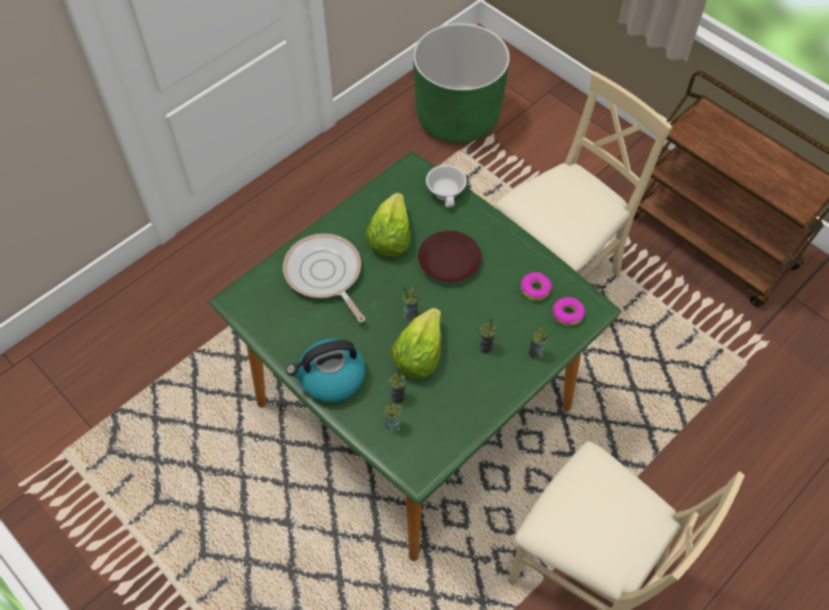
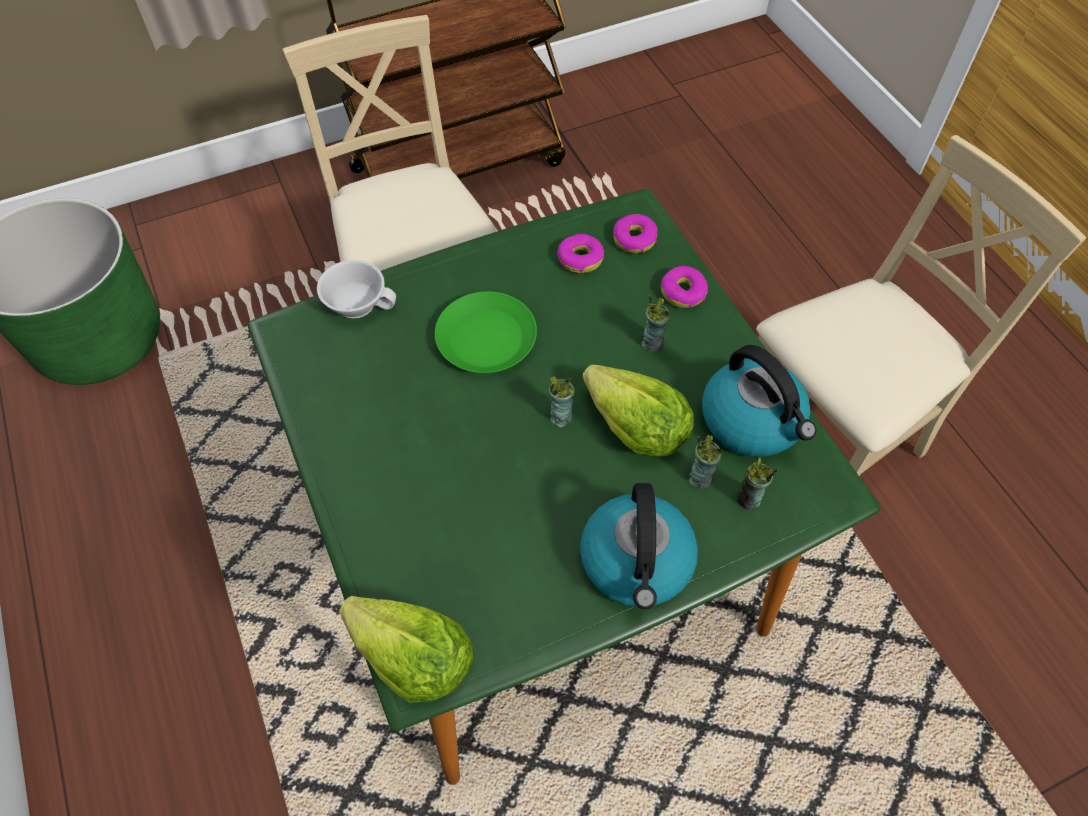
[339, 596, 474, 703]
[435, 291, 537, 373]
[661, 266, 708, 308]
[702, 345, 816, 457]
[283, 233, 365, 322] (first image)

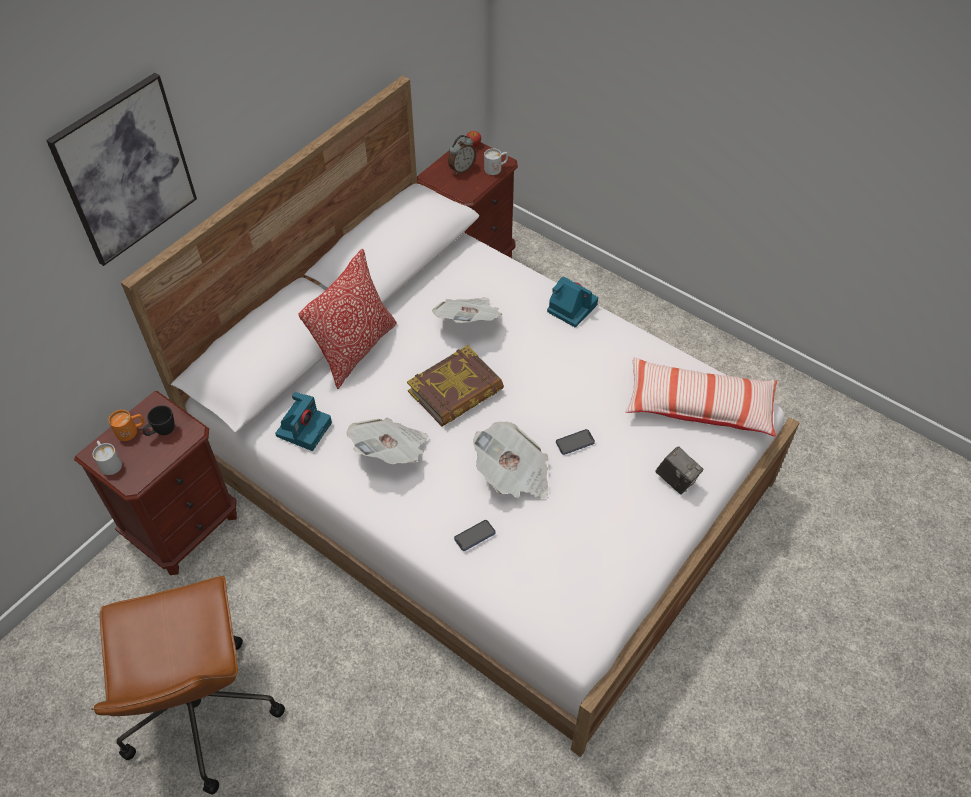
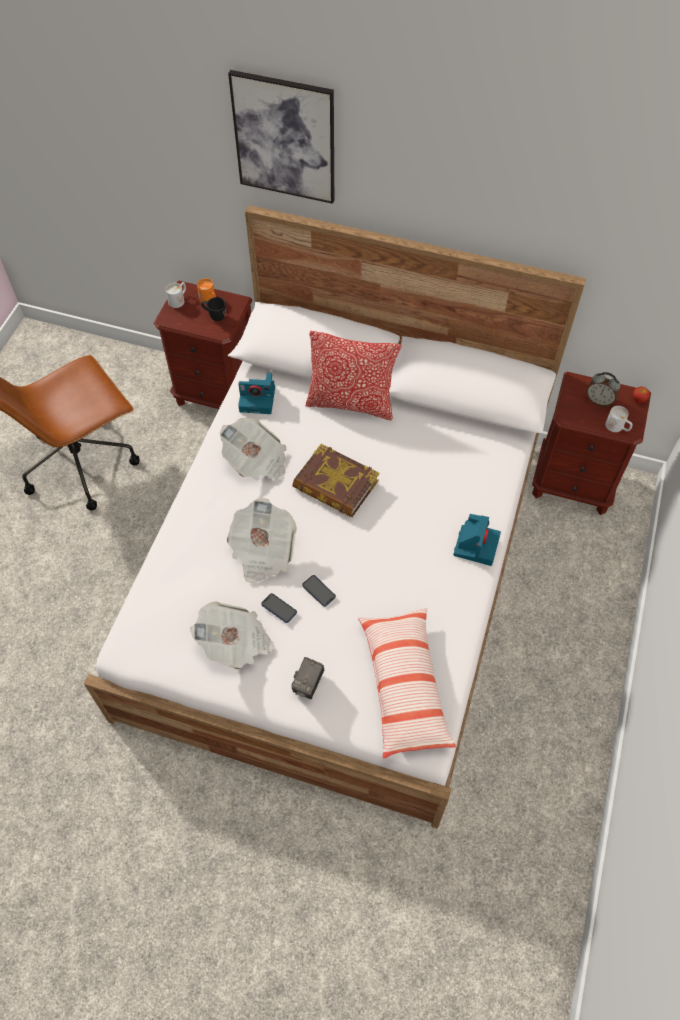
[190, 601, 275, 669]
[261, 593, 297, 623]

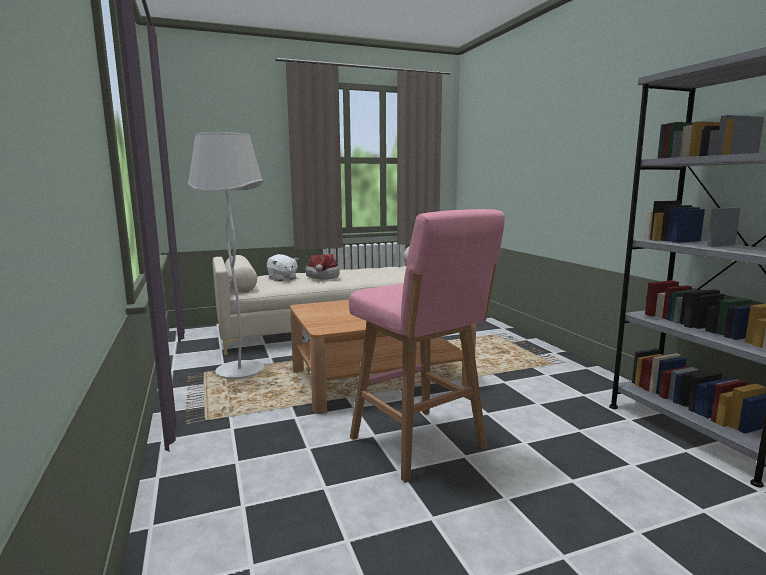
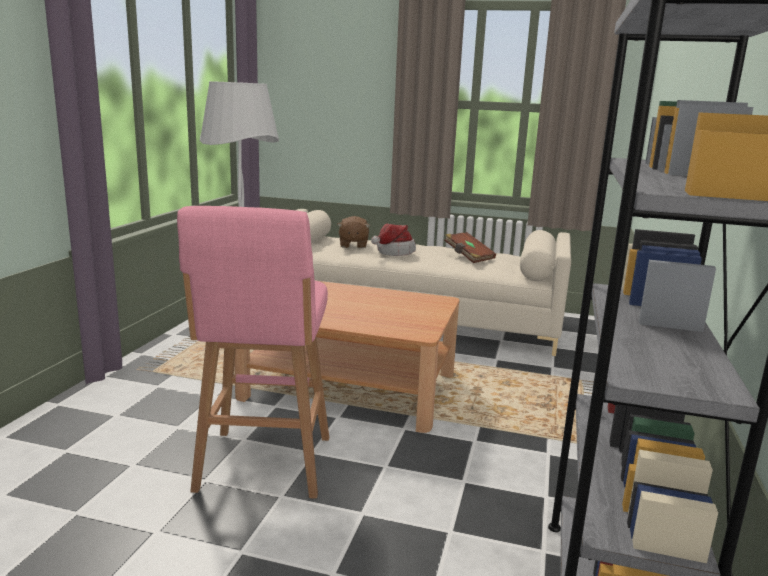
[337, 216, 371, 248]
[444, 232, 496, 263]

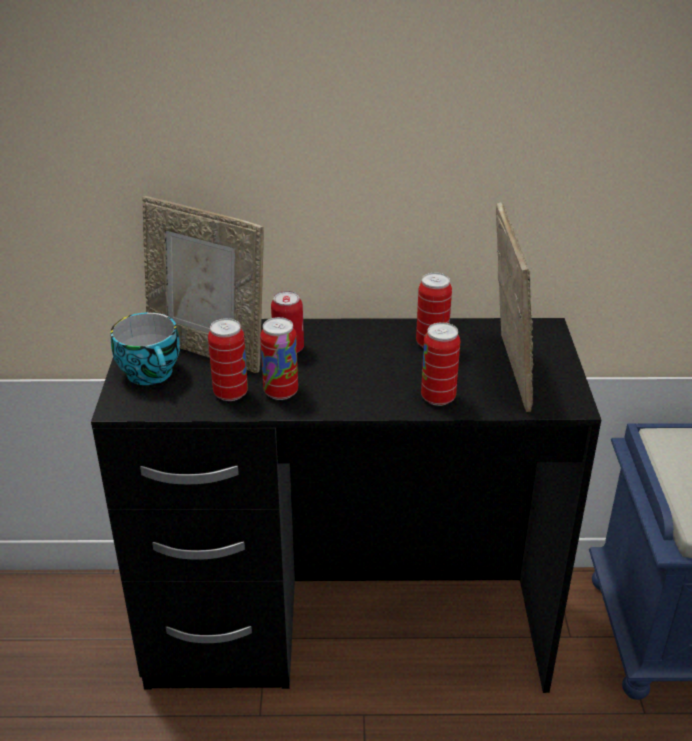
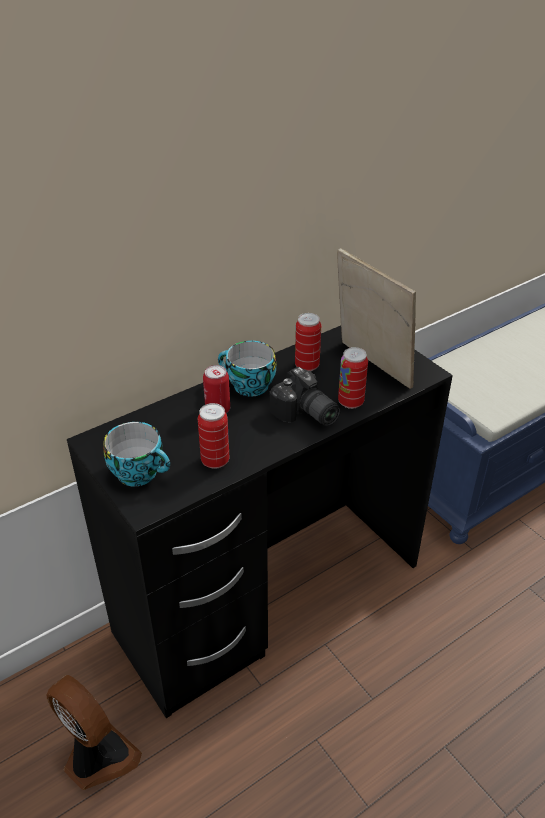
[47, 675, 142, 790]
[218, 341, 276, 396]
[270, 367, 341, 426]
[142, 196, 264, 373] (first image)
[260, 317, 298, 400] (first image)

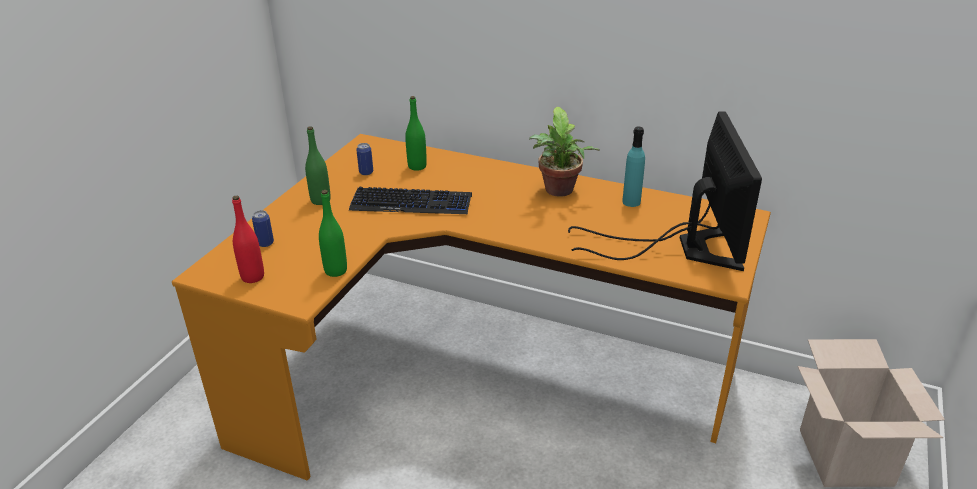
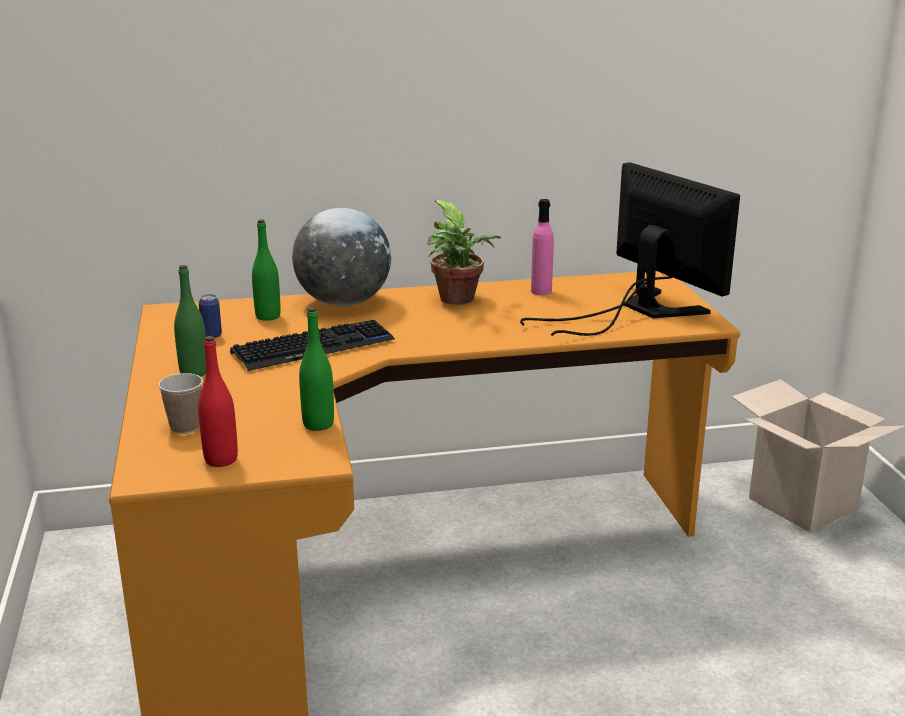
[158, 373, 203, 434]
[292, 208, 391, 307]
[531, 199, 554, 295]

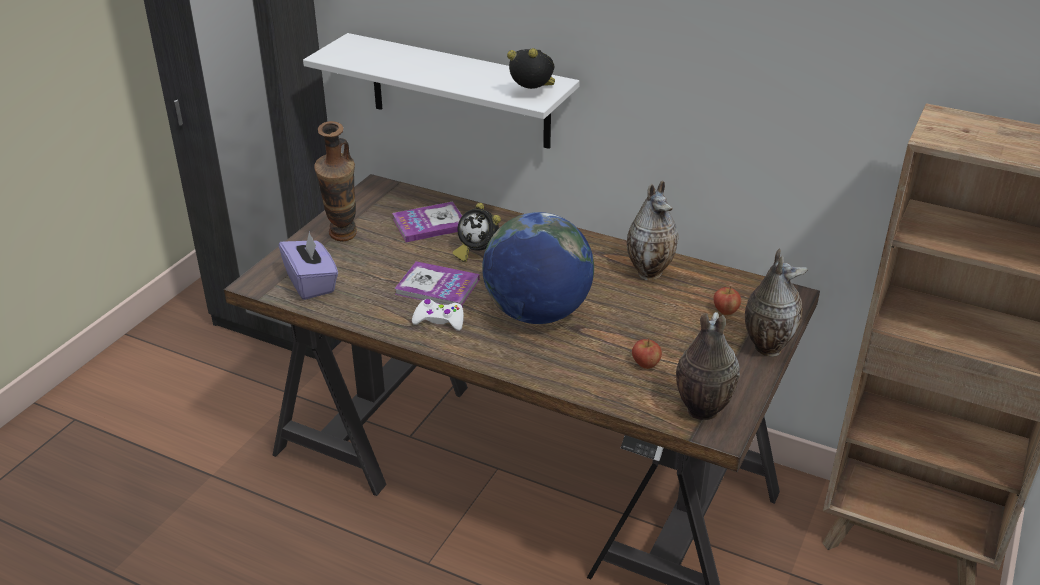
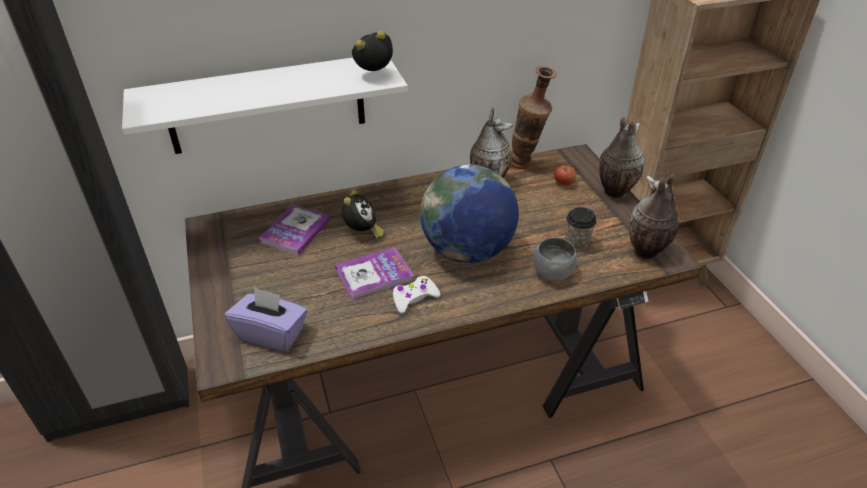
[342, 190, 384, 239]
[511, 66, 557, 169]
[533, 237, 577, 281]
[566, 207, 597, 251]

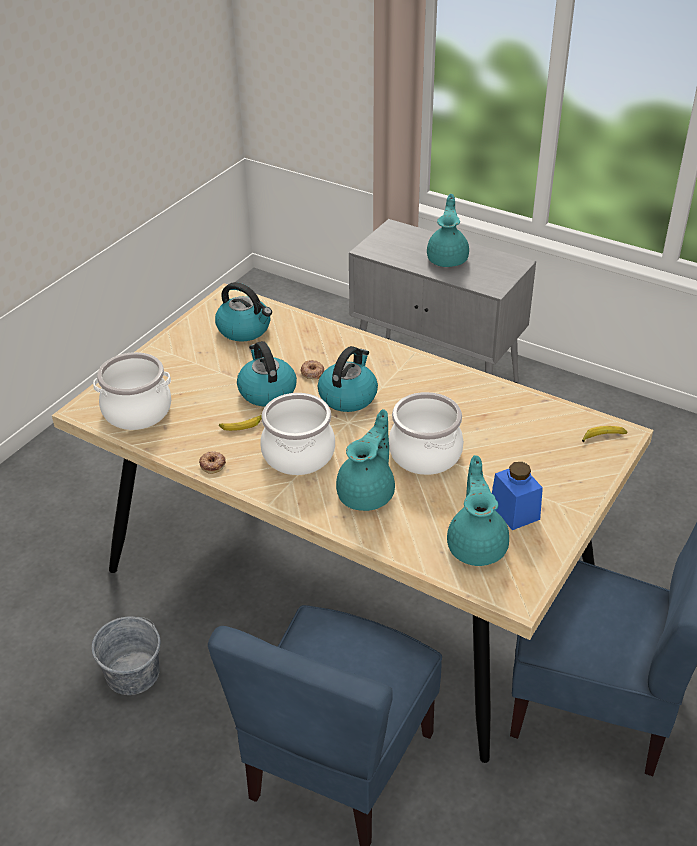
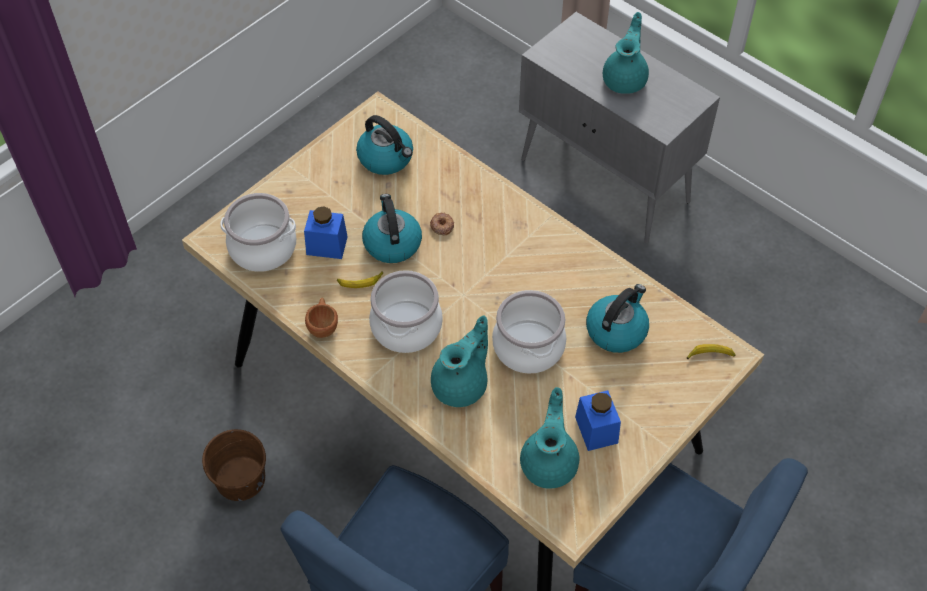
[202, 429, 266, 501]
[304, 206, 348, 259]
[305, 297, 338, 338]
[586, 284, 649, 353]

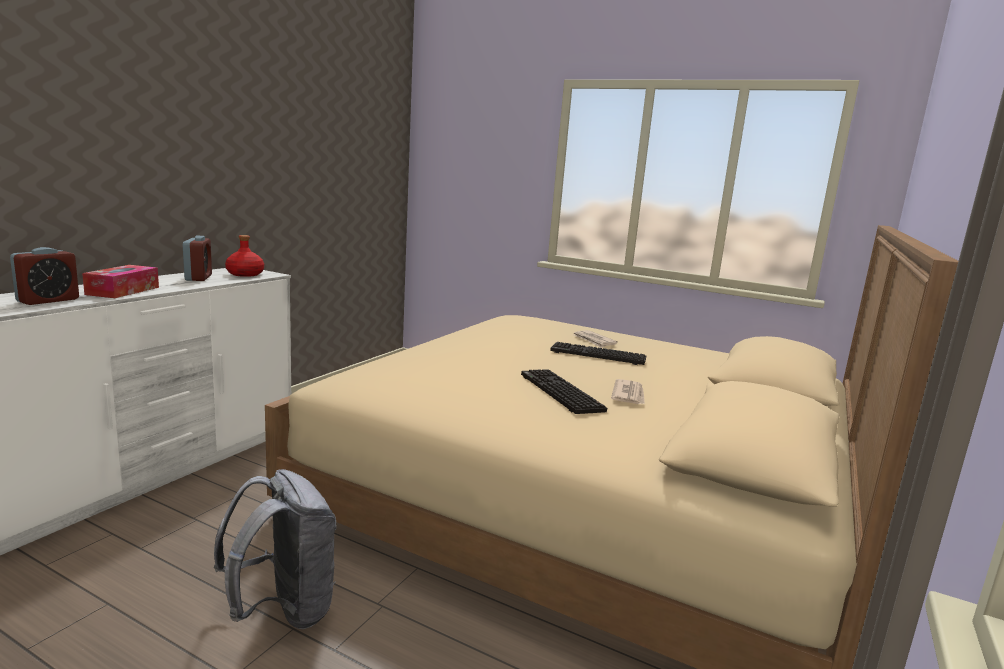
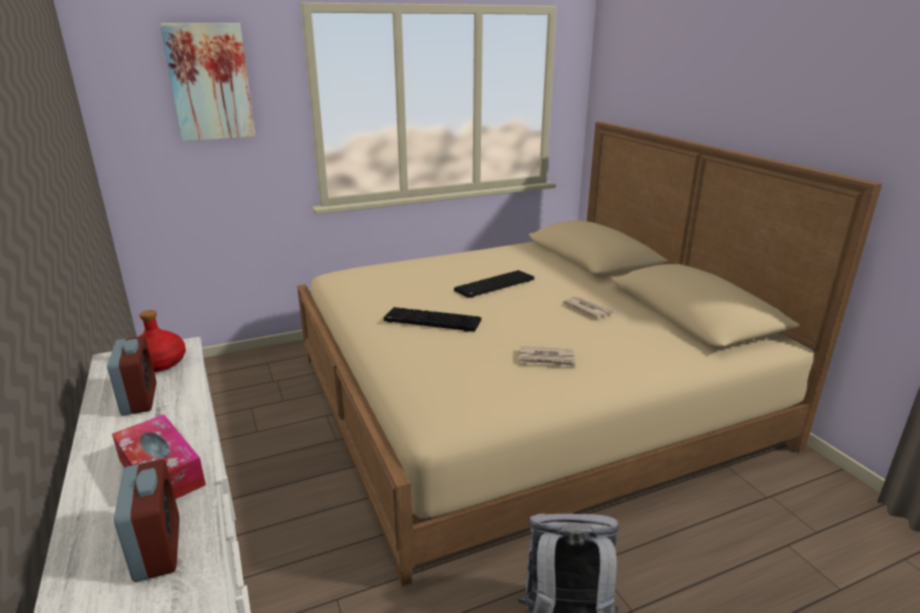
[107, 336, 156, 416]
[160, 23, 255, 142]
[384, 307, 481, 332]
[519, 346, 576, 367]

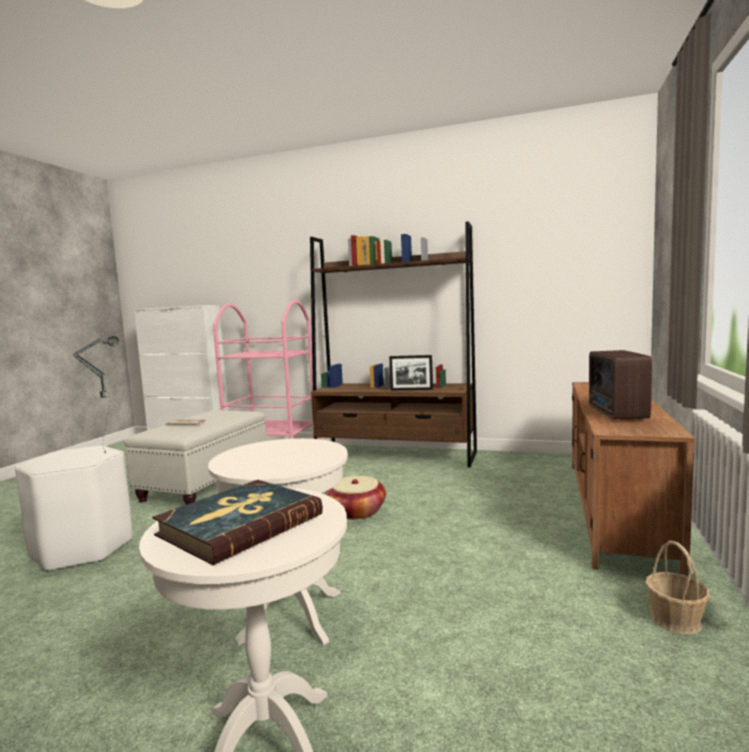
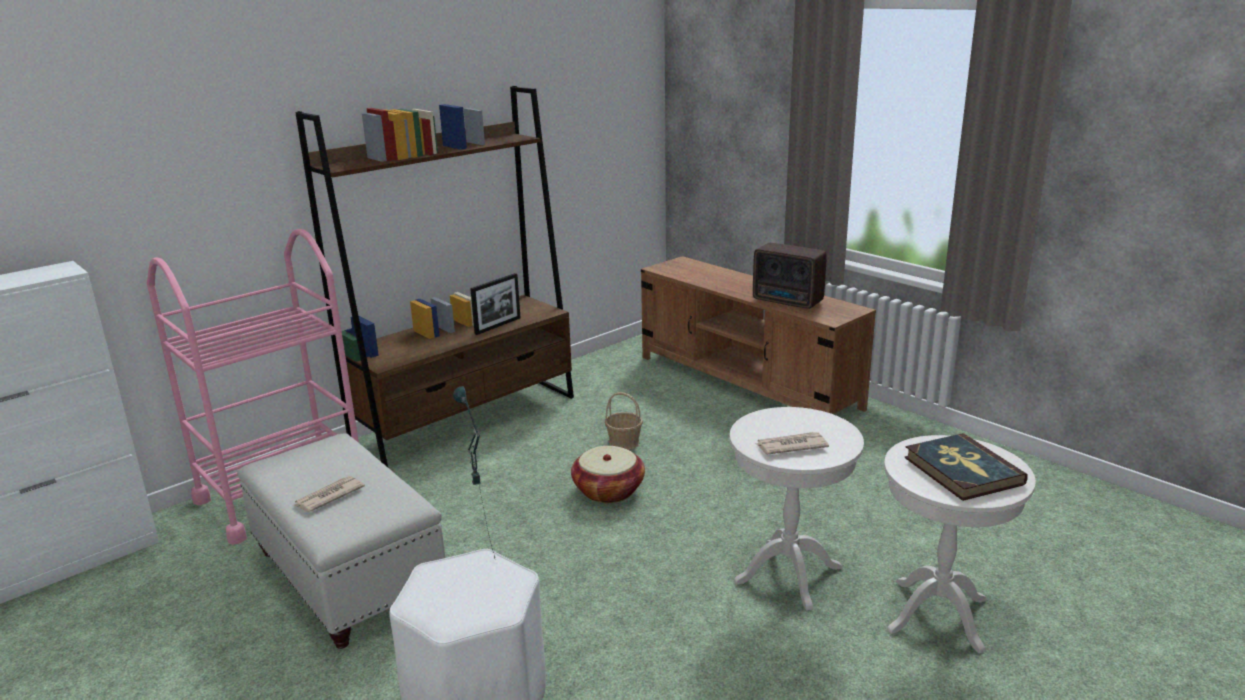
[605, 392, 643, 450]
[755, 432, 829, 455]

